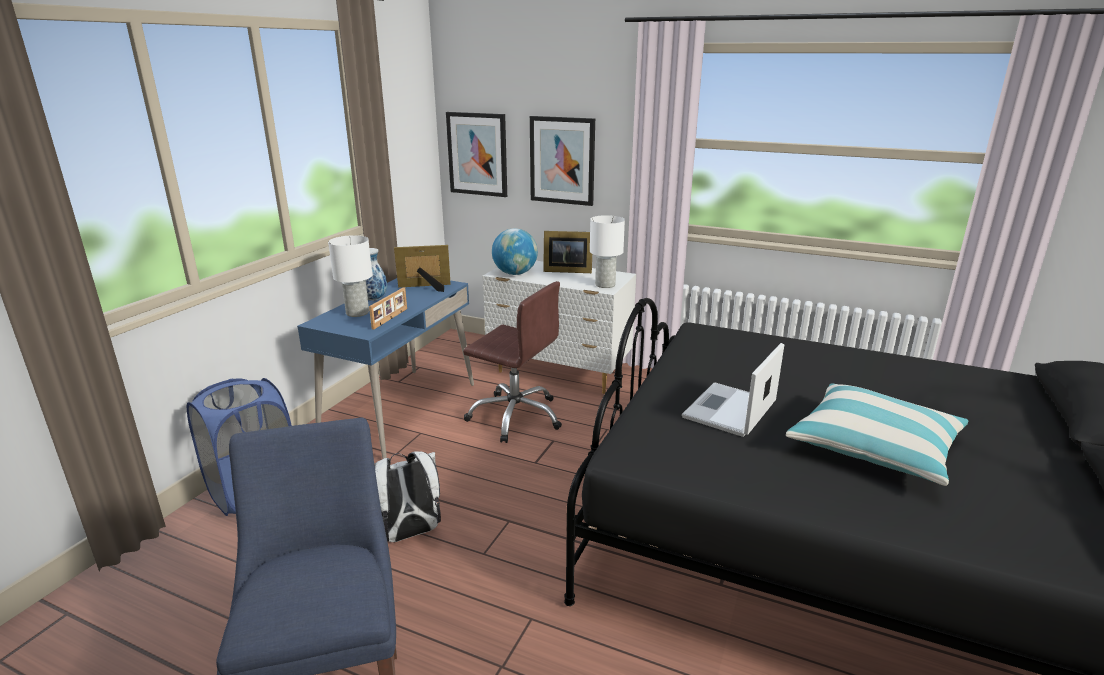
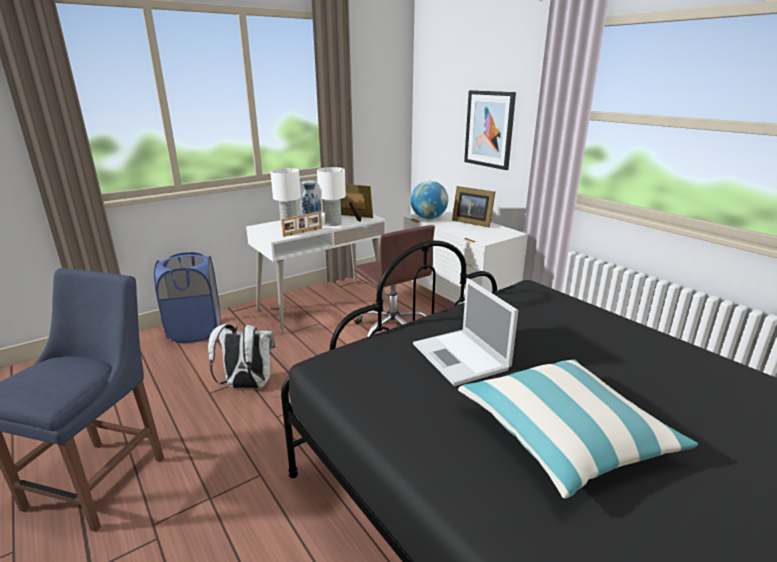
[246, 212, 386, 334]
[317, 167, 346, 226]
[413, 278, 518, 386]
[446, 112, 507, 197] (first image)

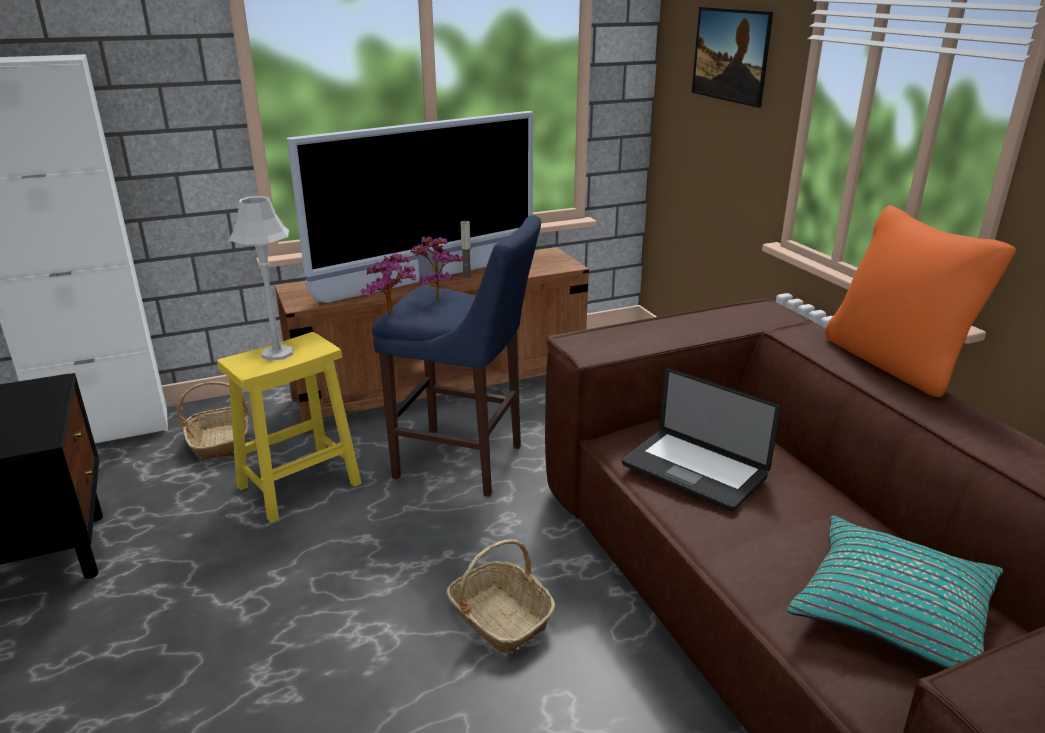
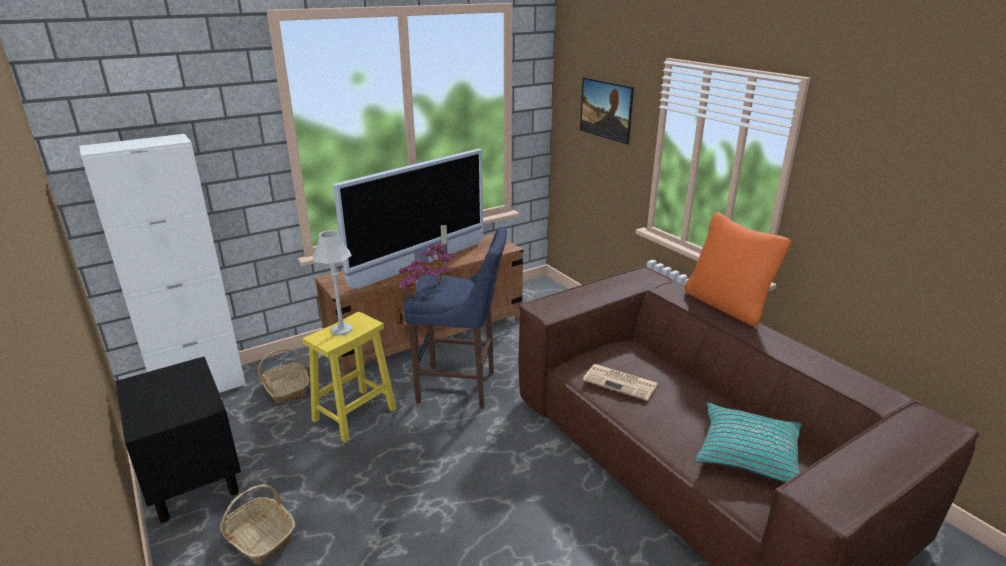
[220, 484, 296, 564]
[583, 364, 658, 401]

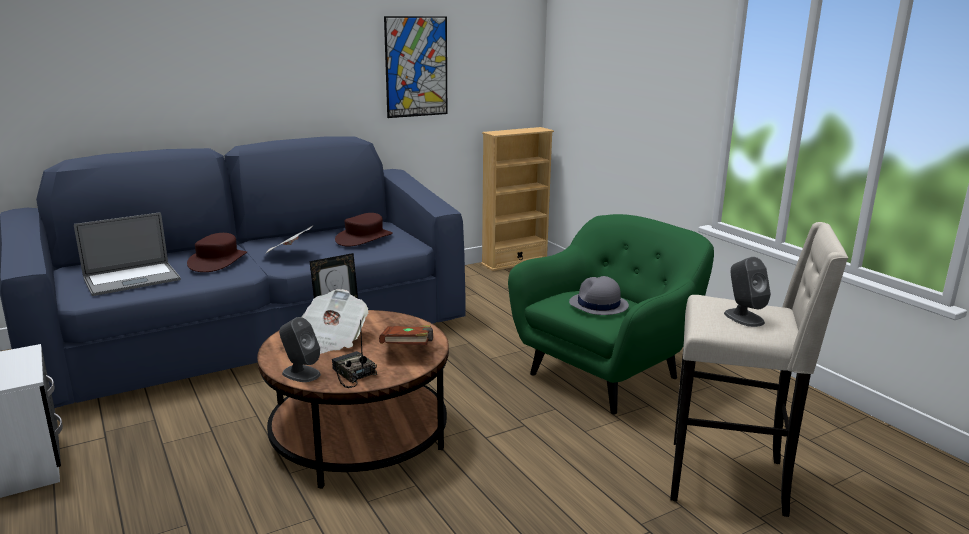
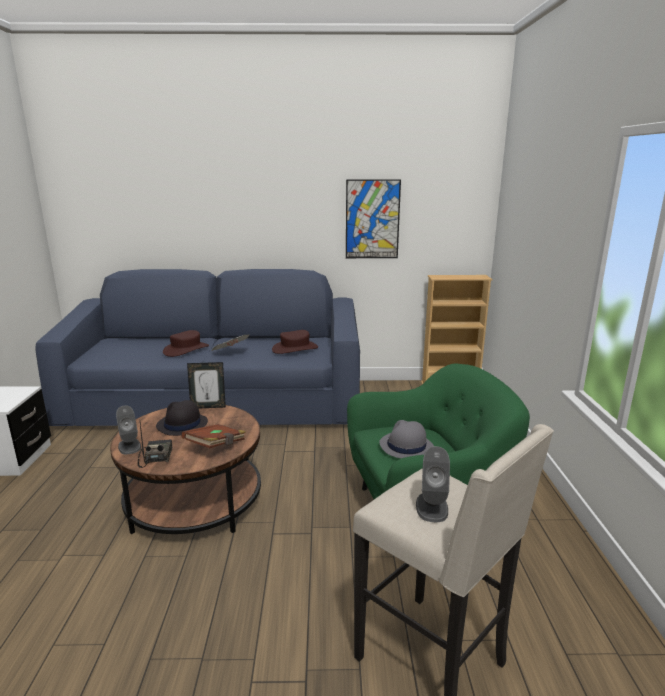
[156, 400, 208, 436]
[74, 212, 181, 296] (first image)

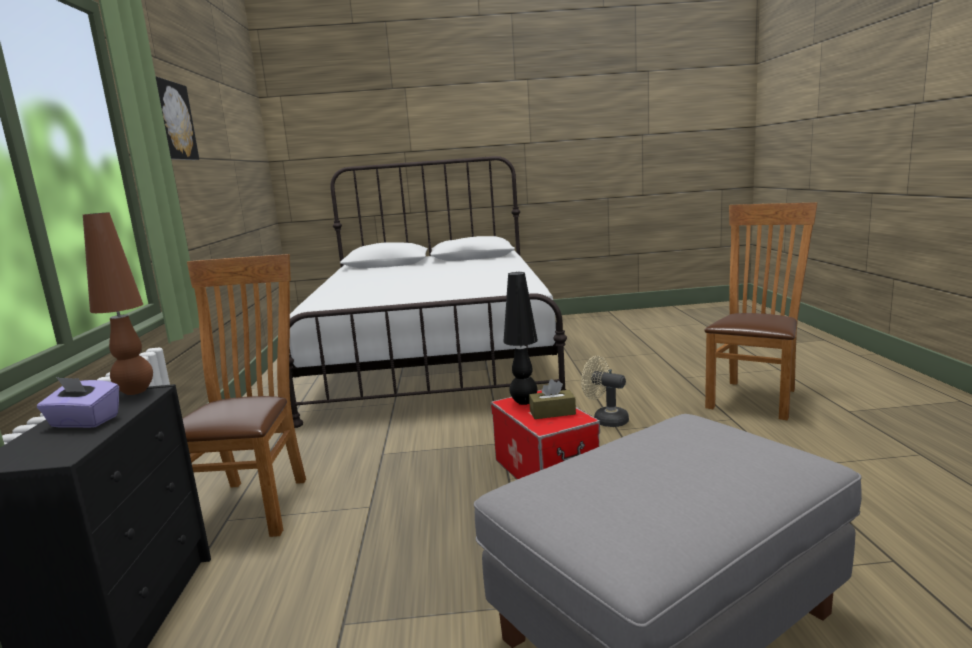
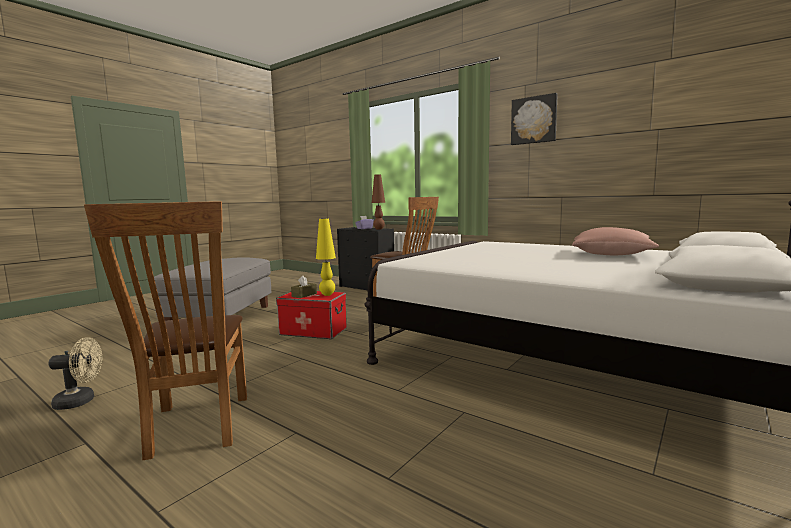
[48, 337, 102, 410]
[316, 218, 336, 296]
[572, 227, 659, 255]

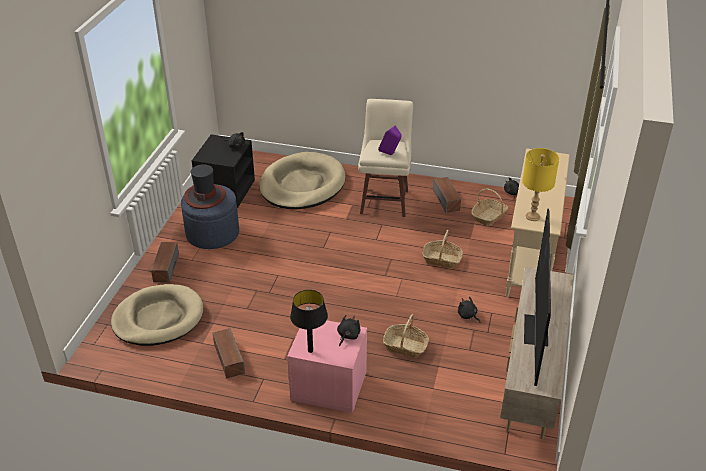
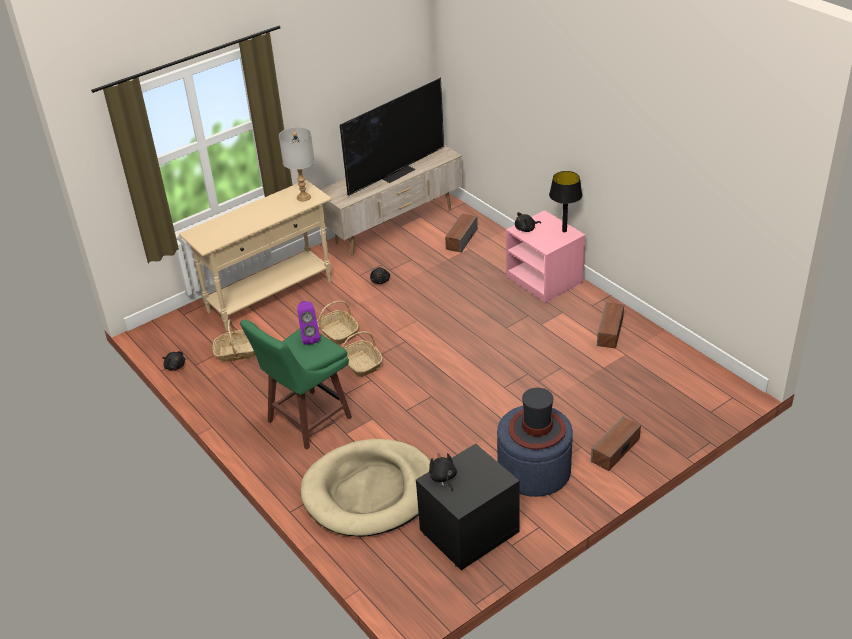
[240, 320, 352, 450]
[279, 127, 314, 201]
[342, 331, 383, 377]
[445, 214, 478, 253]
[111, 284, 203, 346] (first image)

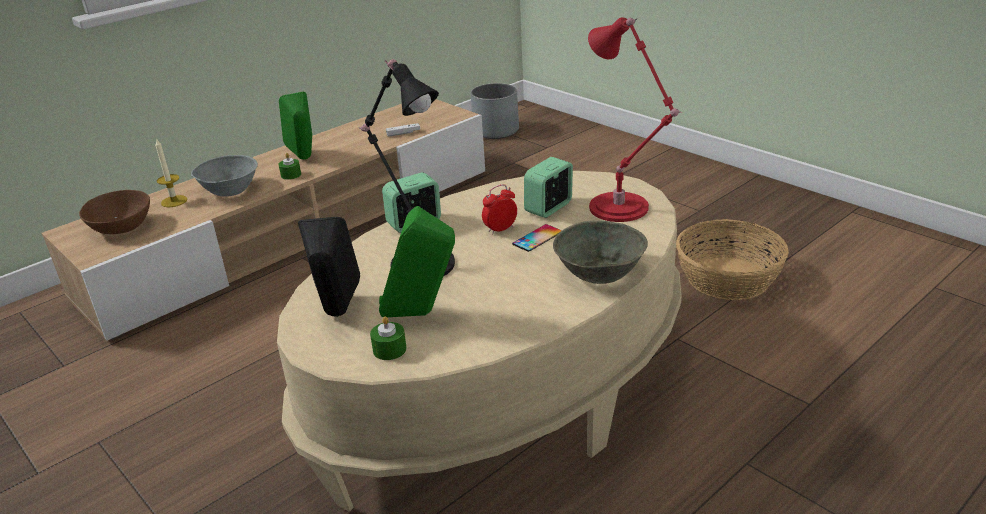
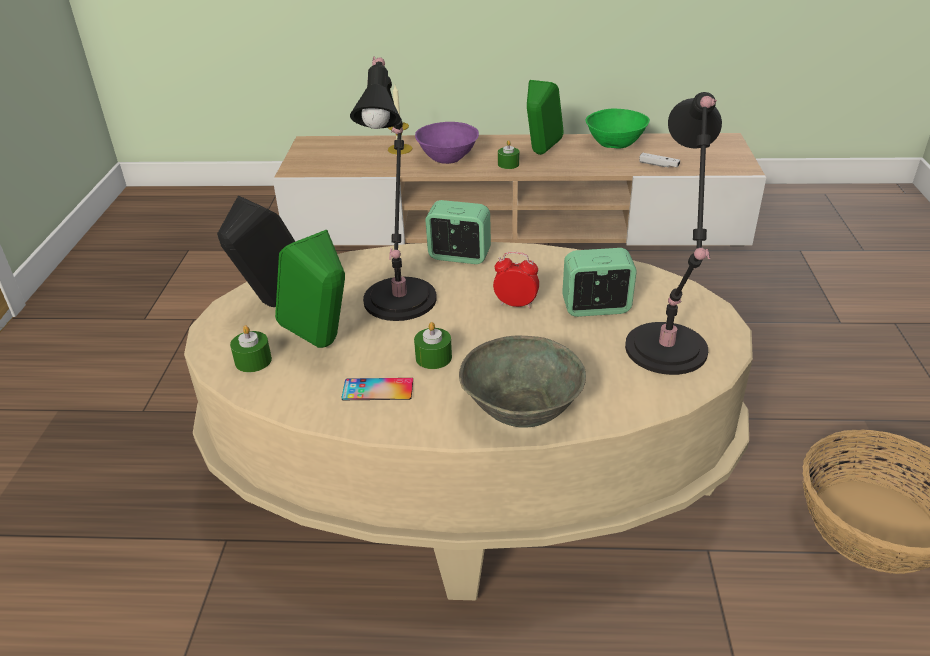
[341, 378, 413, 400]
[414, 322, 452, 369]
[415, 122, 479, 164]
[586, 108, 650, 149]
[625, 92, 722, 375]
[79, 190, 150, 234] (first image)
[471, 83, 519, 139] (first image)

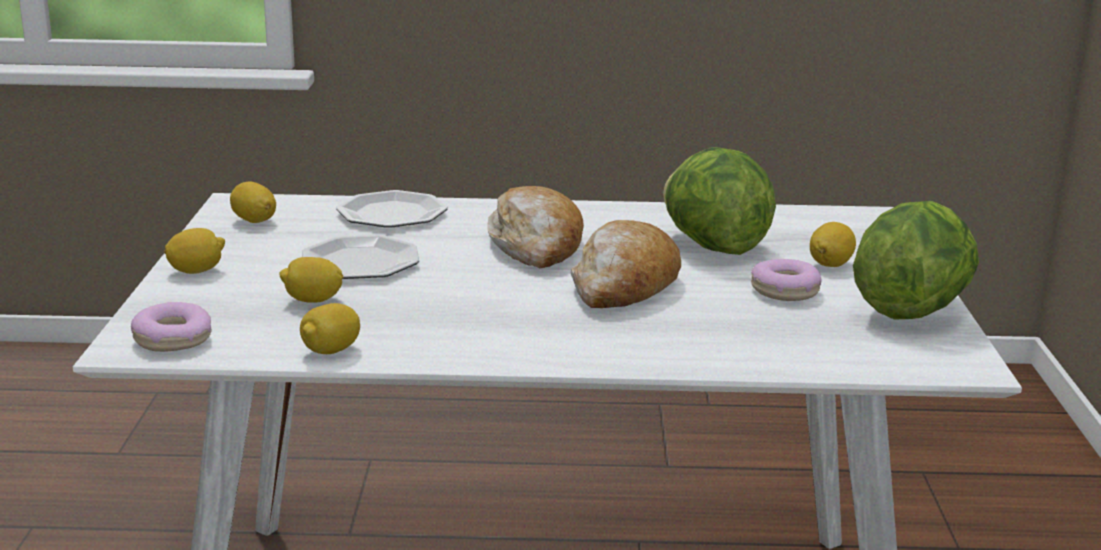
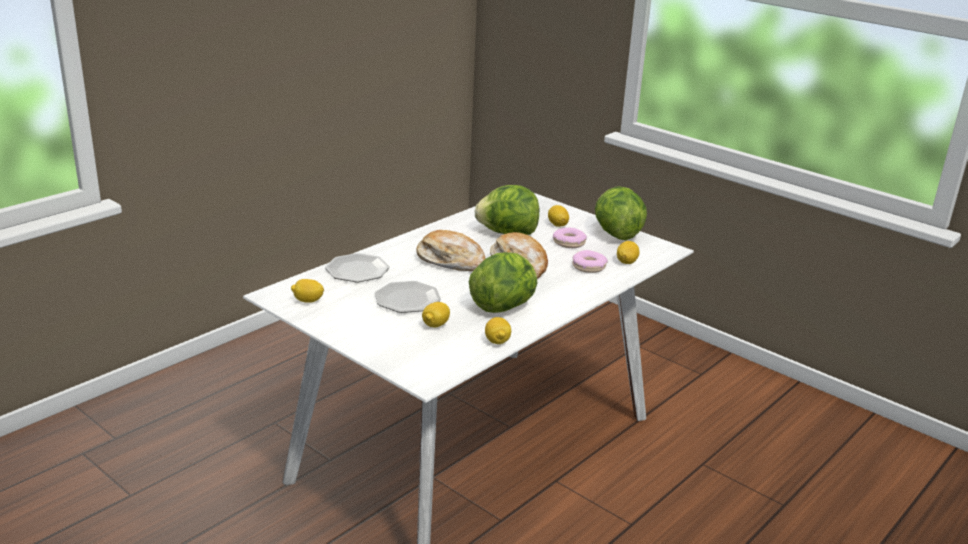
[469, 252, 538, 313]
[572, 250, 608, 273]
[617, 241, 639, 264]

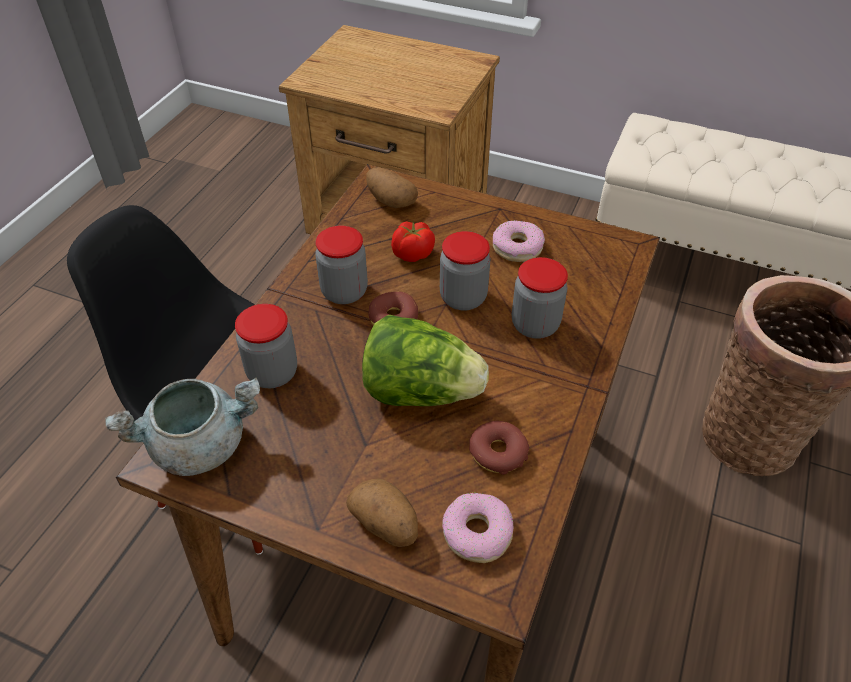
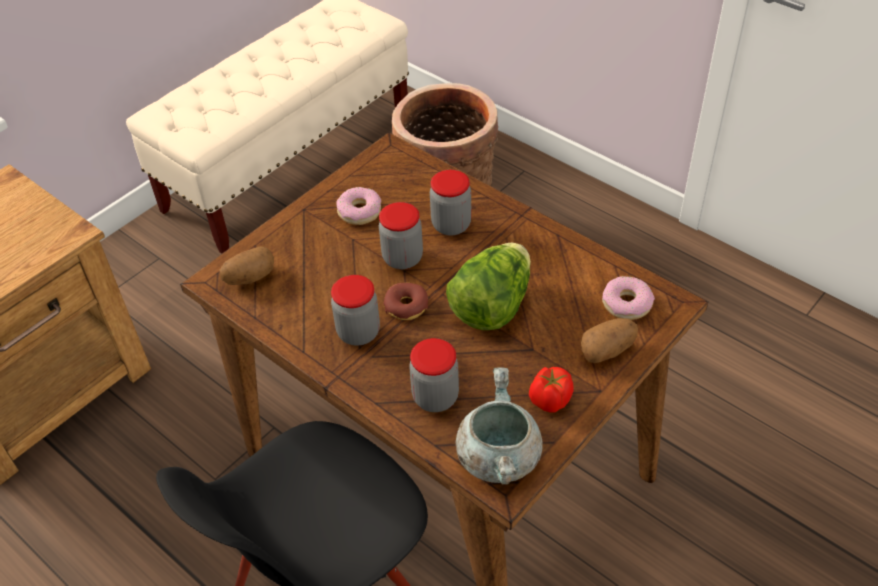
[529, 367, 574, 413]
[469, 421, 529, 475] (first image)

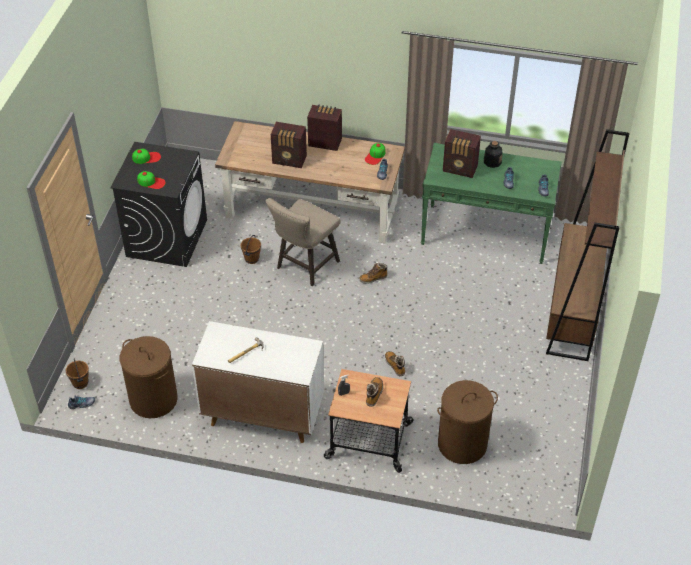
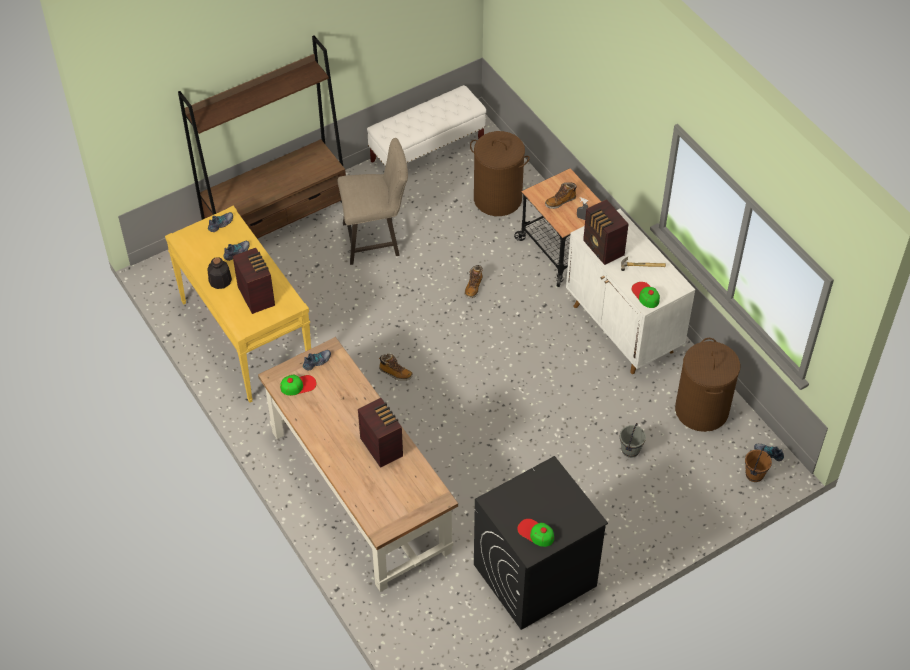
[165, 206, 311, 402]
[337, 138, 408, 265]
[367, 85, 486, 167]
[583, 199, 629, 265]
[620, 423, 646, 458]
[632, 282, 660, 308]
[241, 235, 261, 264] (first image)

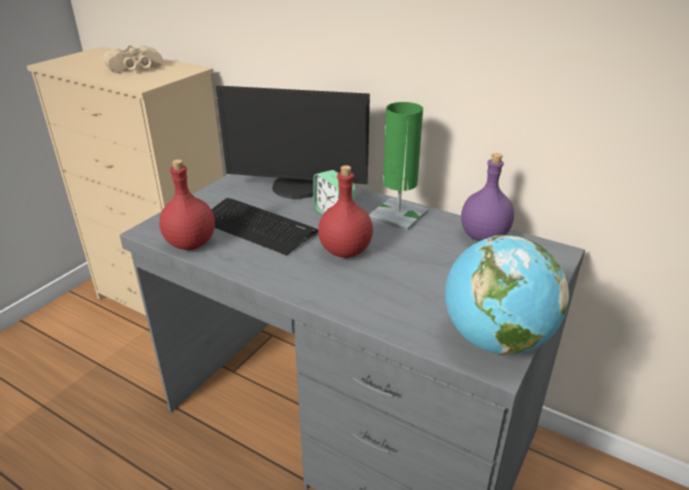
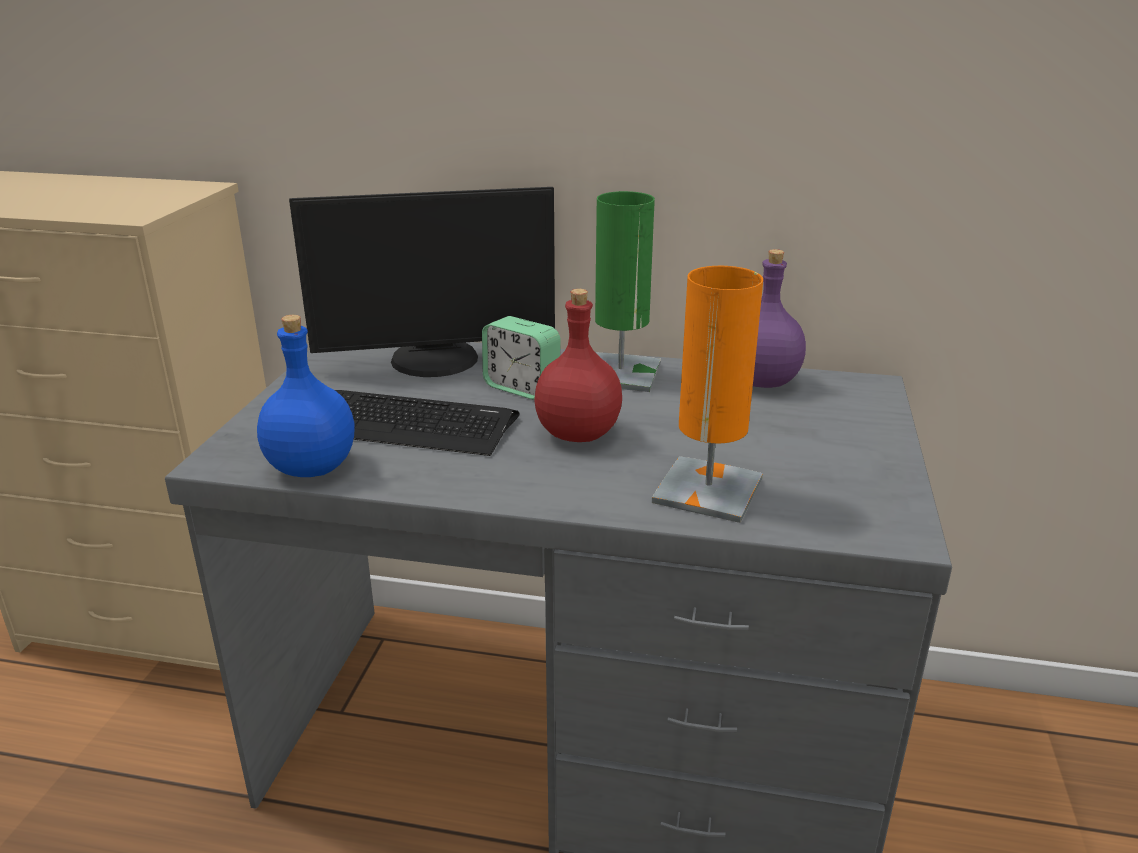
[257, 315, 354, 477]
[652, 266, 763, 523]
[103, 45, 163, 73] (first image)
[445, 235, 569, 355] (first image)

